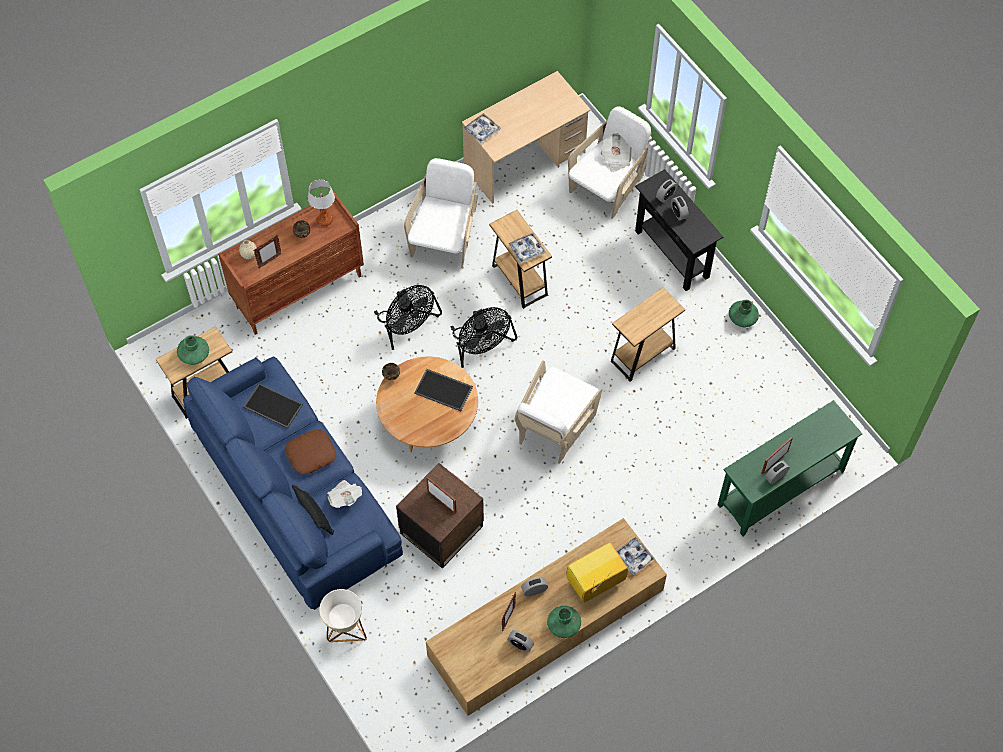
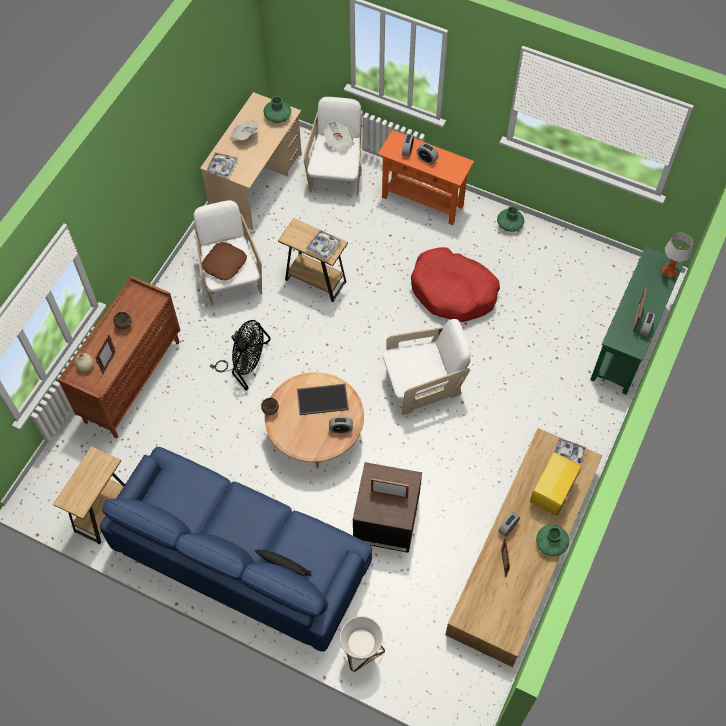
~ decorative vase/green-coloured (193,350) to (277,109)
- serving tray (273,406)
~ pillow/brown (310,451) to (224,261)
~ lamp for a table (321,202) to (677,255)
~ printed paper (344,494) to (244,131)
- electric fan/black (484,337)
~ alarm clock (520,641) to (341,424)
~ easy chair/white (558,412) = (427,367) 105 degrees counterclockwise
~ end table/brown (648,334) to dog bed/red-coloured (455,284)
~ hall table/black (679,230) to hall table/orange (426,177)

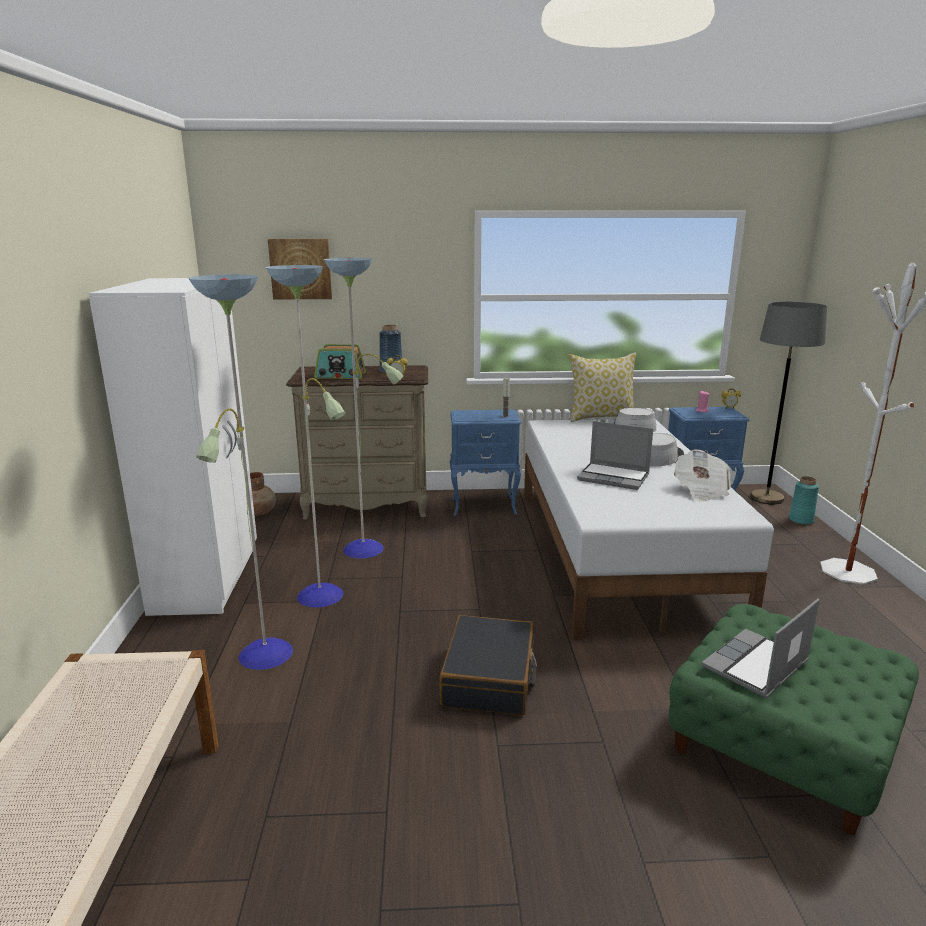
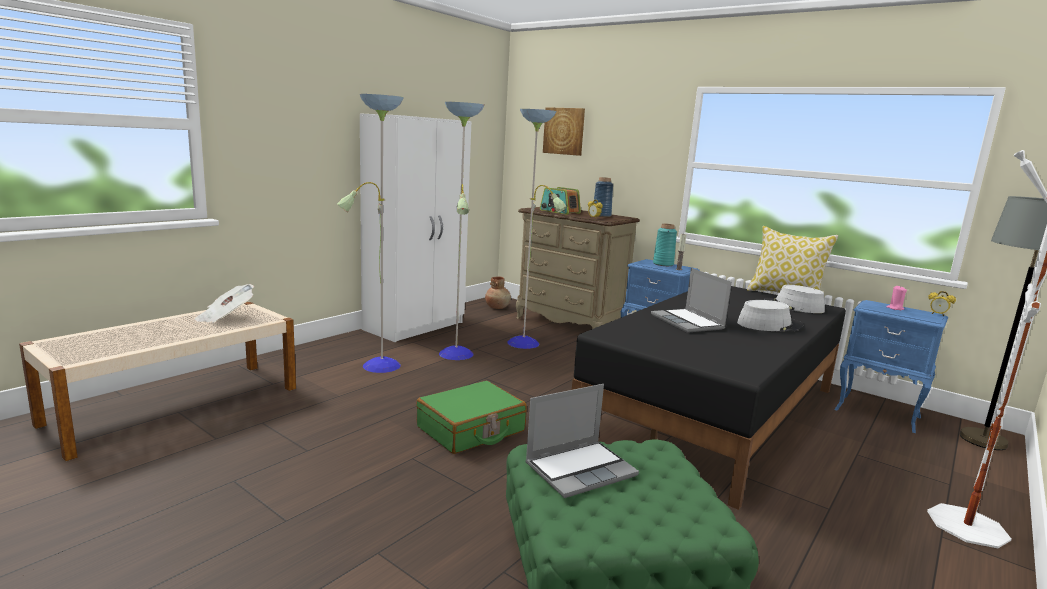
~ piece of luggage/black (488,665) to piece of luggage/green-coloured (471,417)
~ sleeping bed/white (649,529) to sleeping bed/black (709,398)
~ printed paper (702,475) to (224,303)
~ notebook computer (760,648) = (582,441) 150 degrees clockwise
~ decorative vase/blue-green (804,500) to (665,245)

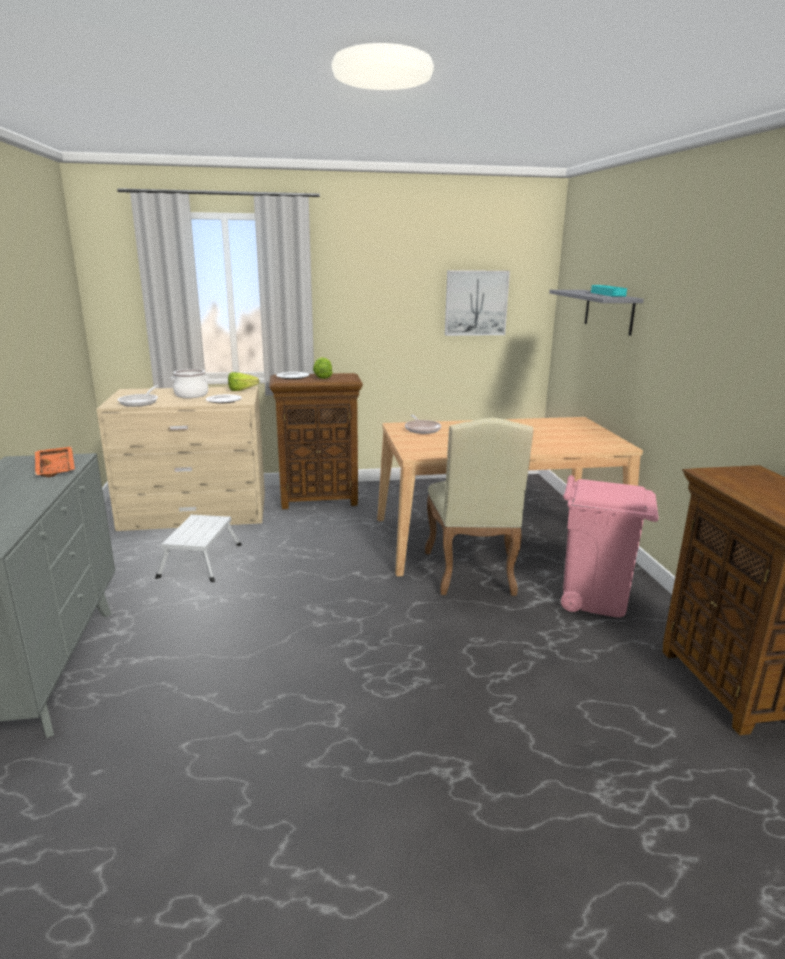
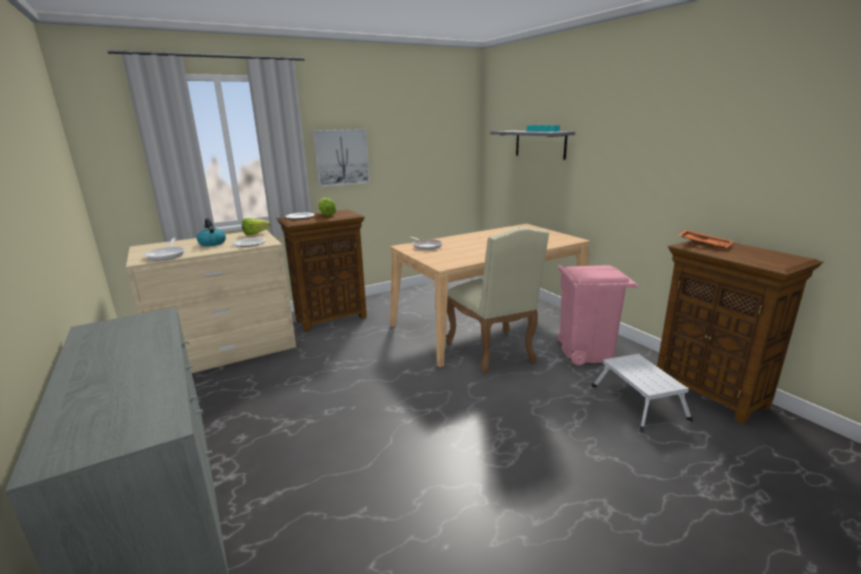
~ serving tray/orange (55,462) to (706,239)
~ stepladder/white (198,549) to (642,393)
~ cooking pot (189,383) to kettle (211,232)
~ wall picture (477,303) to (341,158)

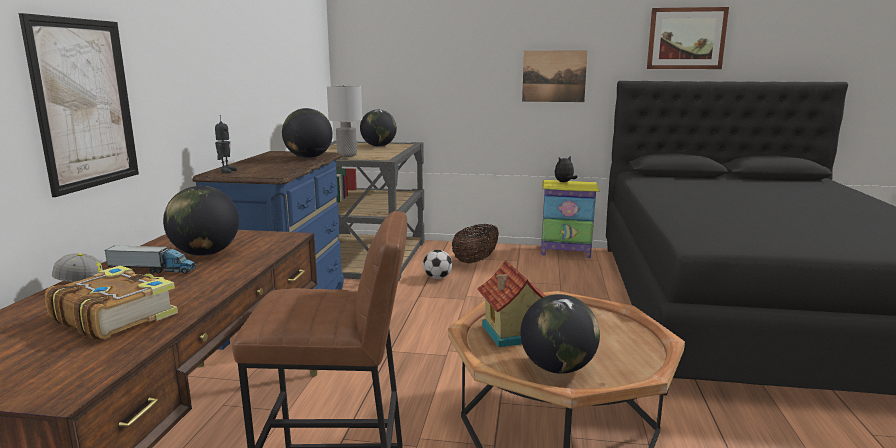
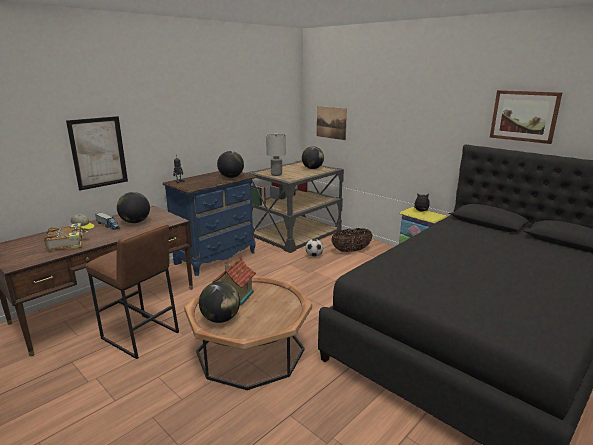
~ wall picture (554,76) to (332,123)

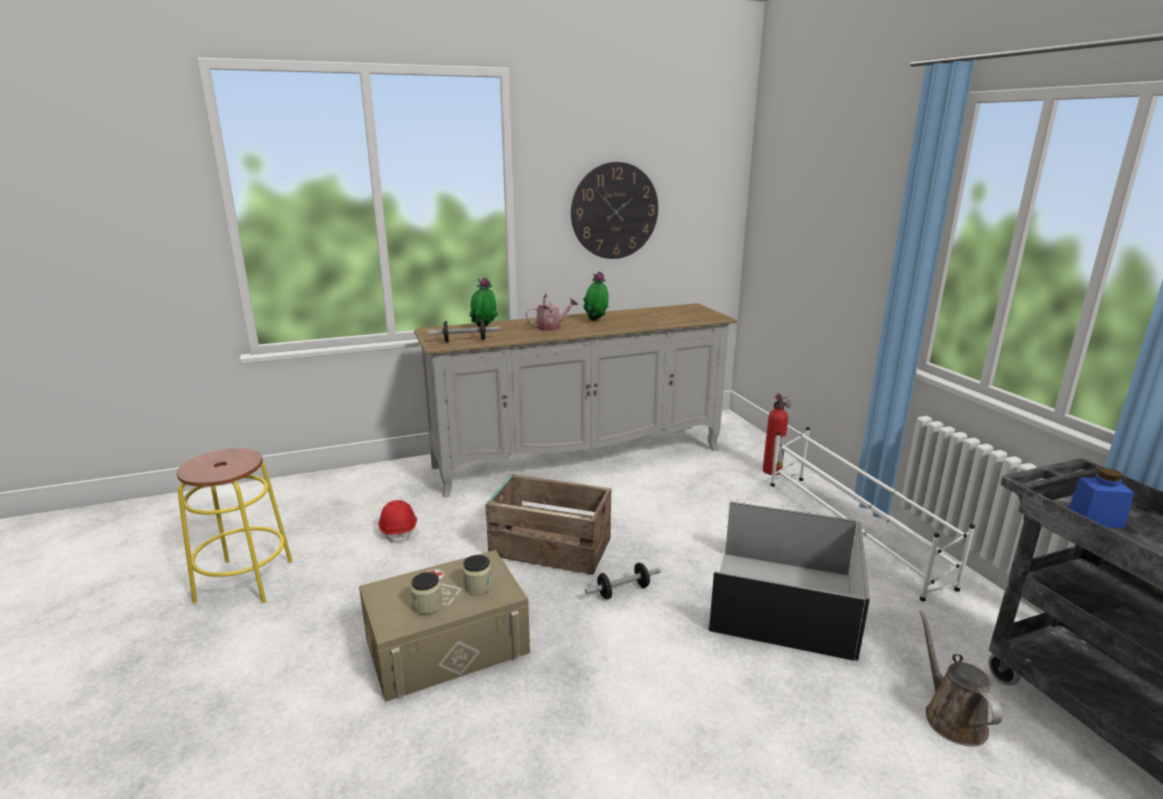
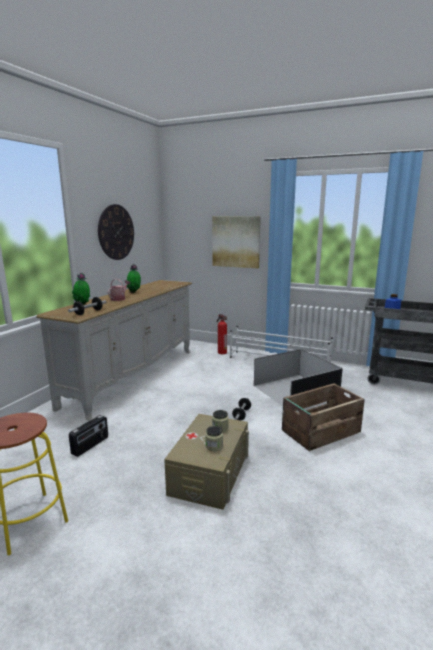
~ safety helmet/red-coloured (397,522) to radio (88,436)
~ packing crate (548,524) to (323,417)
- watering pot/brown (961,678)
+ wall picture (236,242)

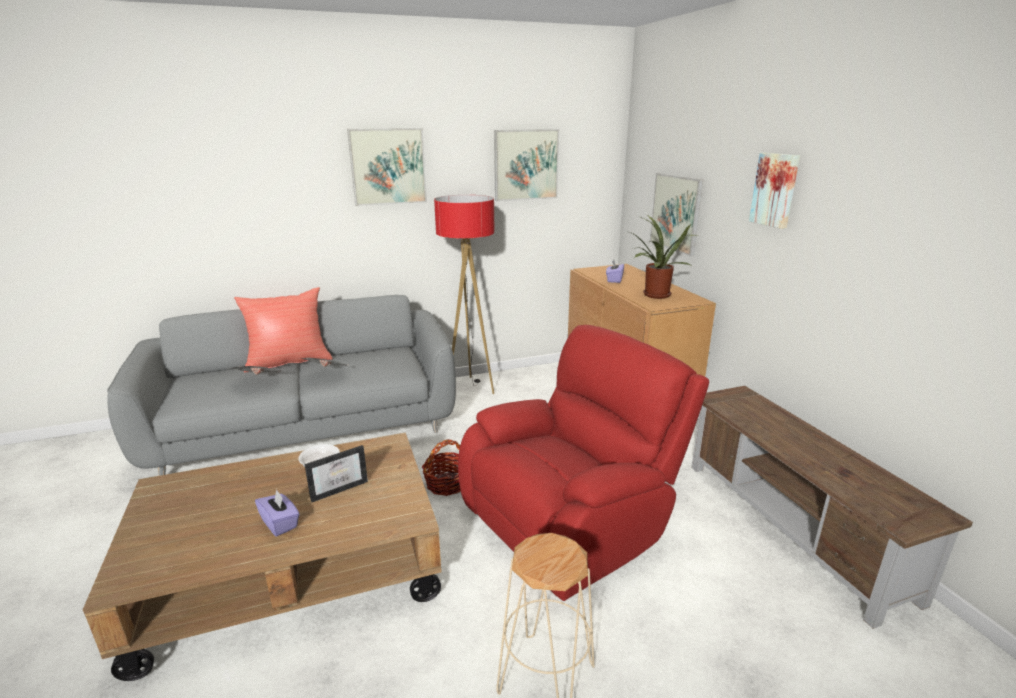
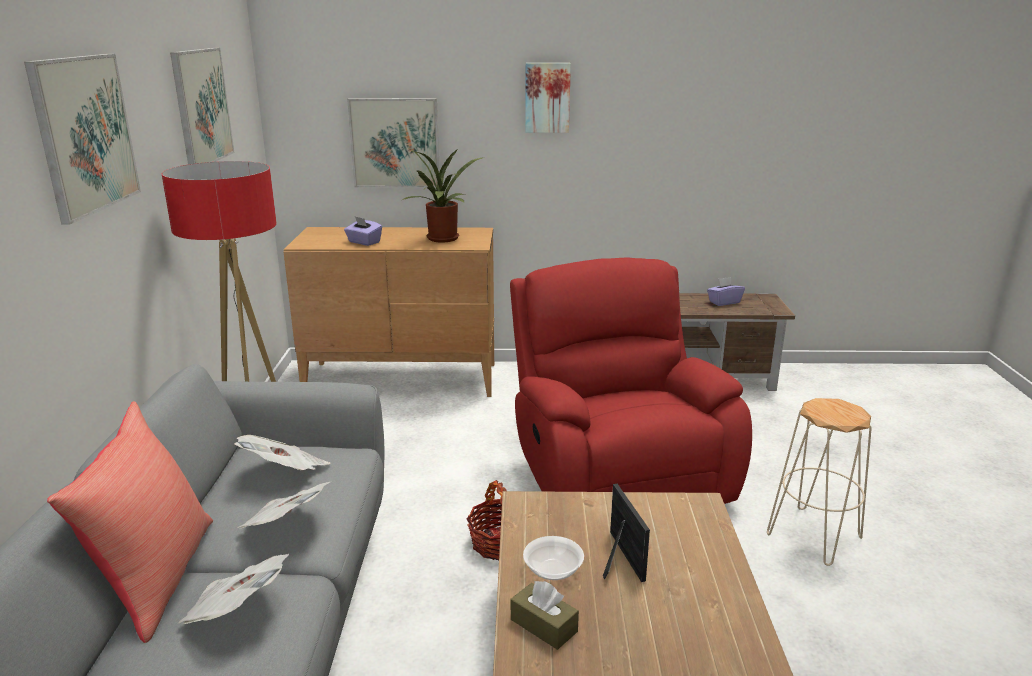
~ tissue holder/purple-coloured (277,513) to (726,291)
+ printed paper (282,453)
+ tissue holder/brown (545,615)

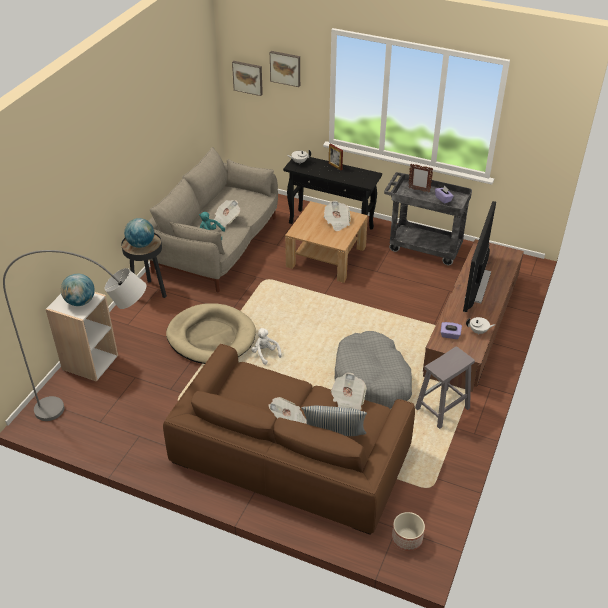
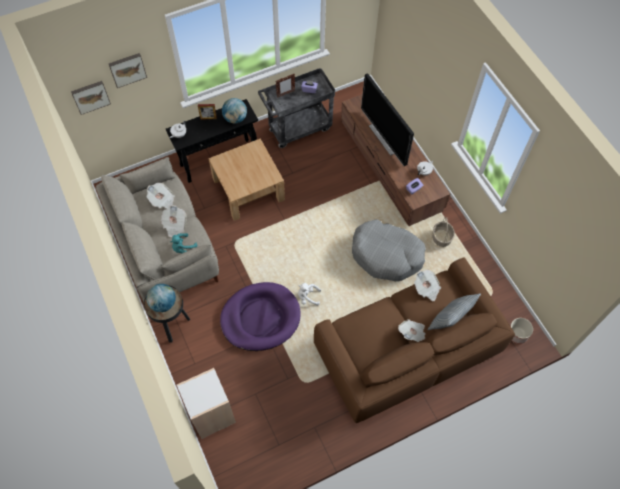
- standing lamp/grey (74,335)
~ globe (78,290) to (234,111)
~ dog bed/beige-coloured (211,333) to dog bed/purple-coloured (260,316)
~ printed paper (337,216) to (160,196)
~ stool/grey (445,387) to basket (443,232)

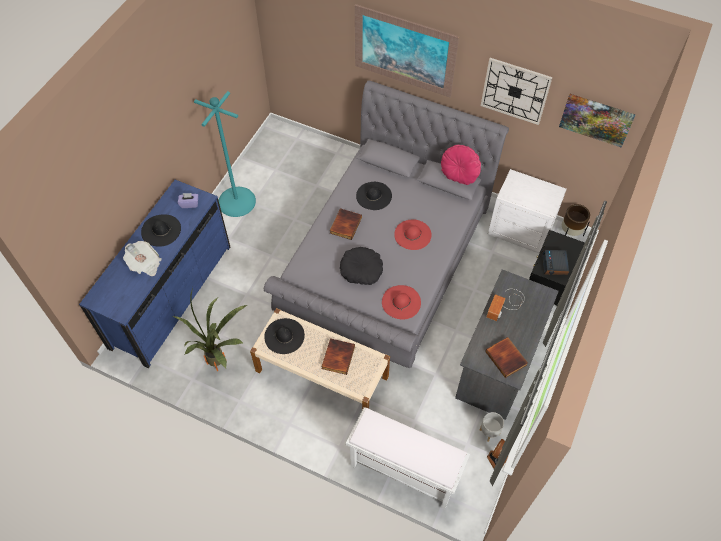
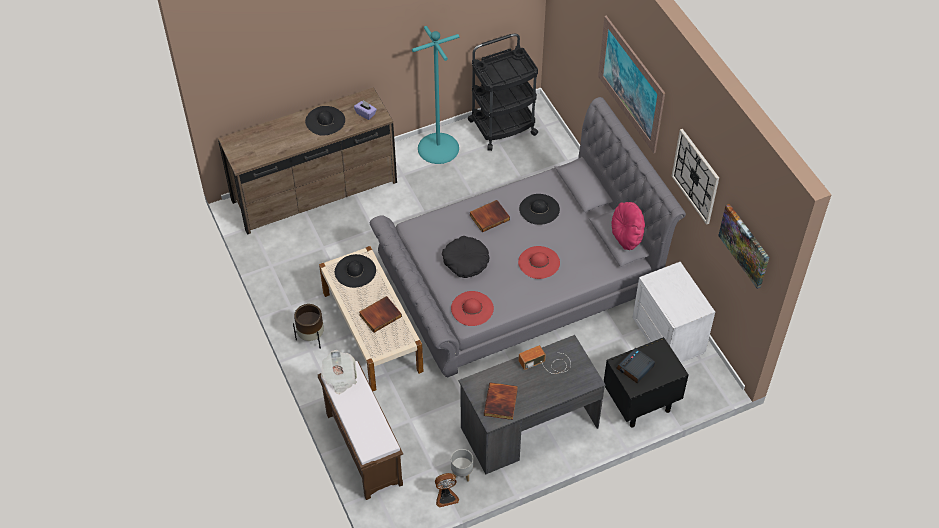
~ chest of drawers/blue-coloured (154,274) to chest of drawers/brown (307,161)
~ printed paper (142,258) to (339,372)
- potted plant (210,329)
~ long seat/white (407,458) to long seat/brown (360,430)
~ planter/brown (576,220) to (308,326)
+ trolley/black (503,92)

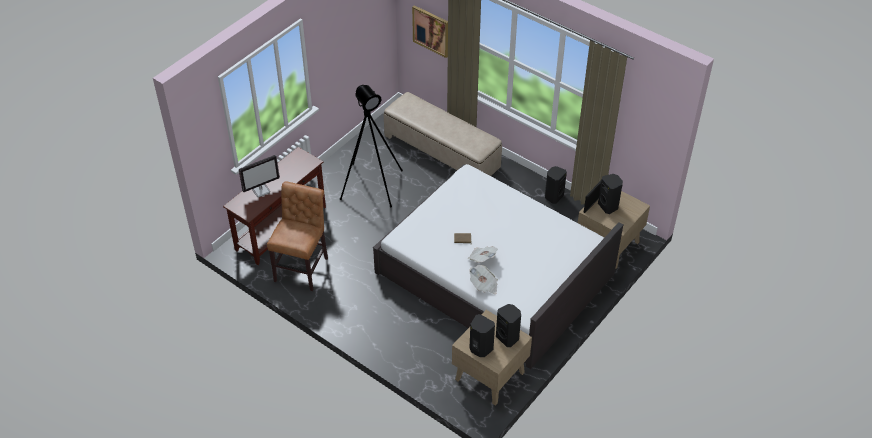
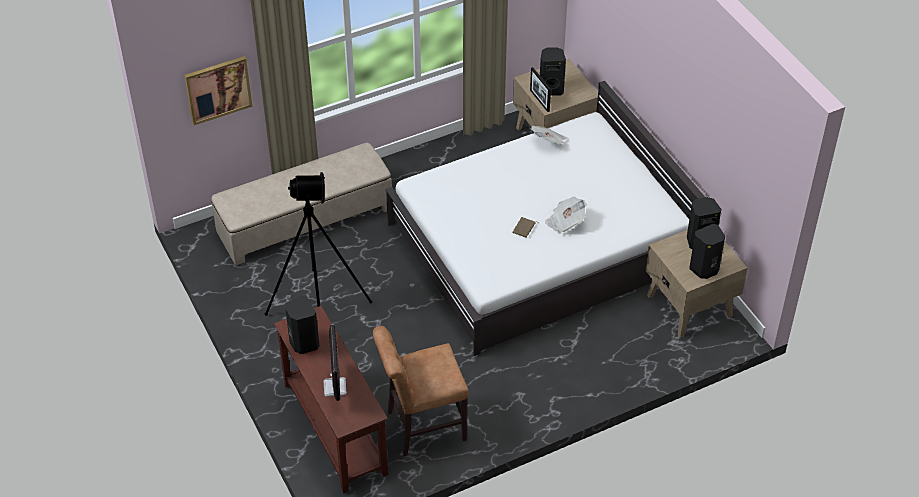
~ chair/brown (297,236) = (421,391) 60 degrees counterclockwise
~ printed paper (483,279) to (548,135)
~ audio speaker/black (556,185) to (302,325)

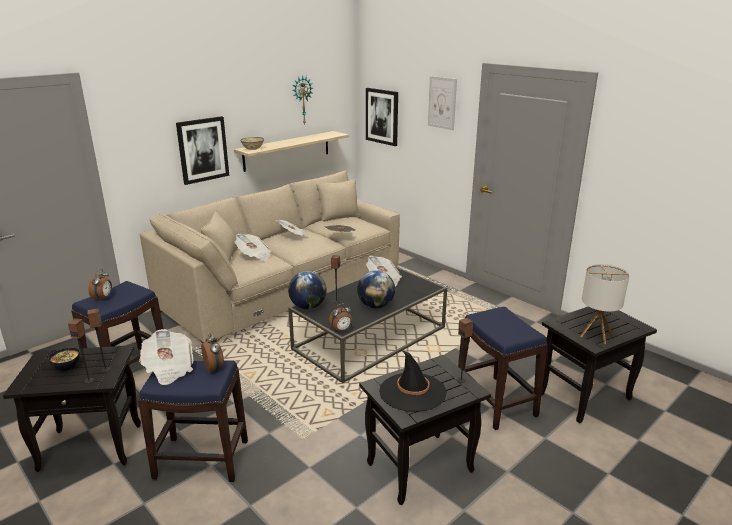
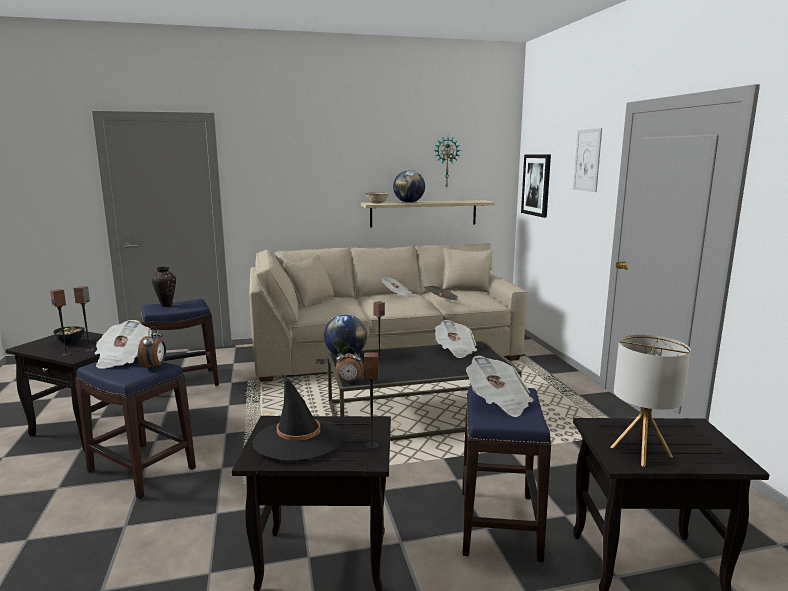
~ alarm clock (100,285) to decorative vase (164,287)
- wall picture (202,150)
~ printed paper (253,247) to (499,386)
~ globe (376,289) to (409,186)

